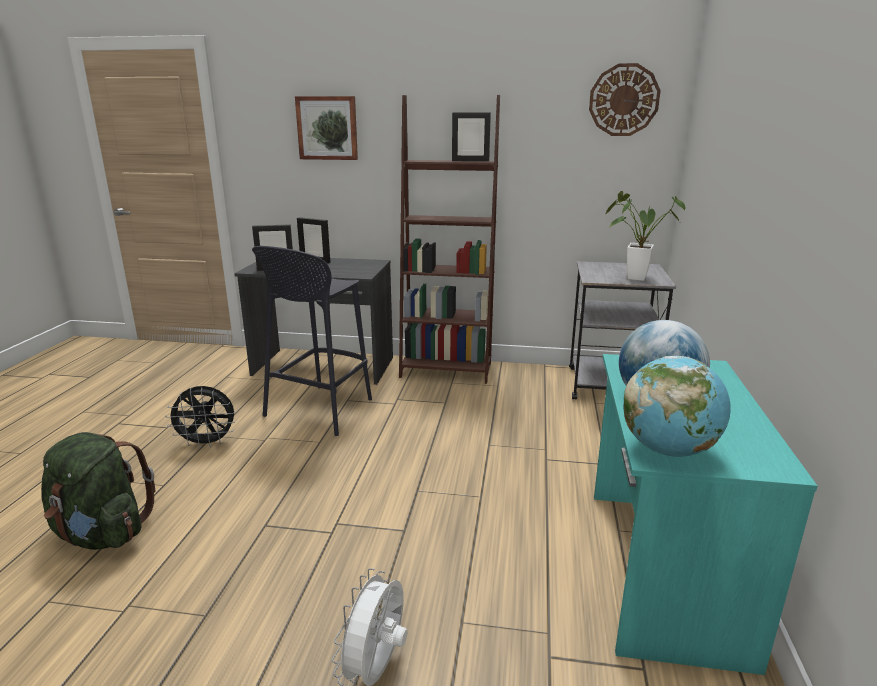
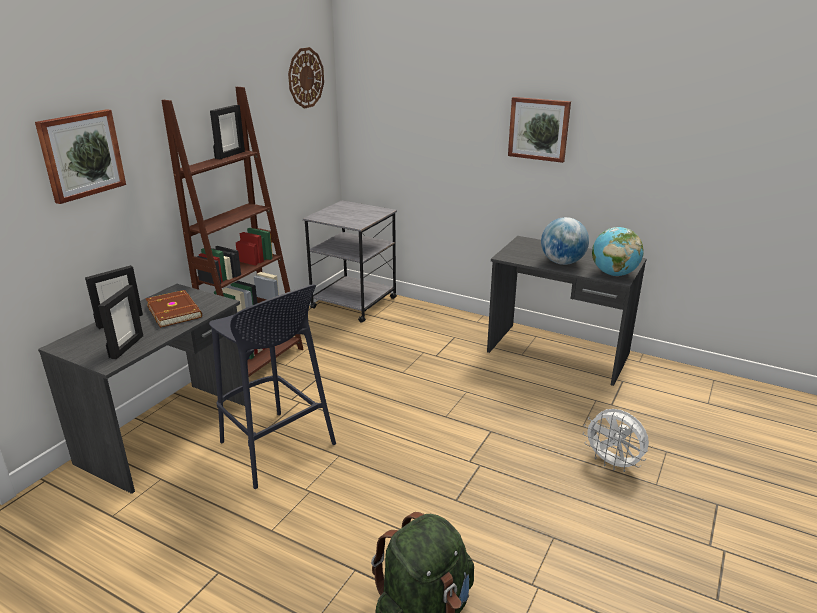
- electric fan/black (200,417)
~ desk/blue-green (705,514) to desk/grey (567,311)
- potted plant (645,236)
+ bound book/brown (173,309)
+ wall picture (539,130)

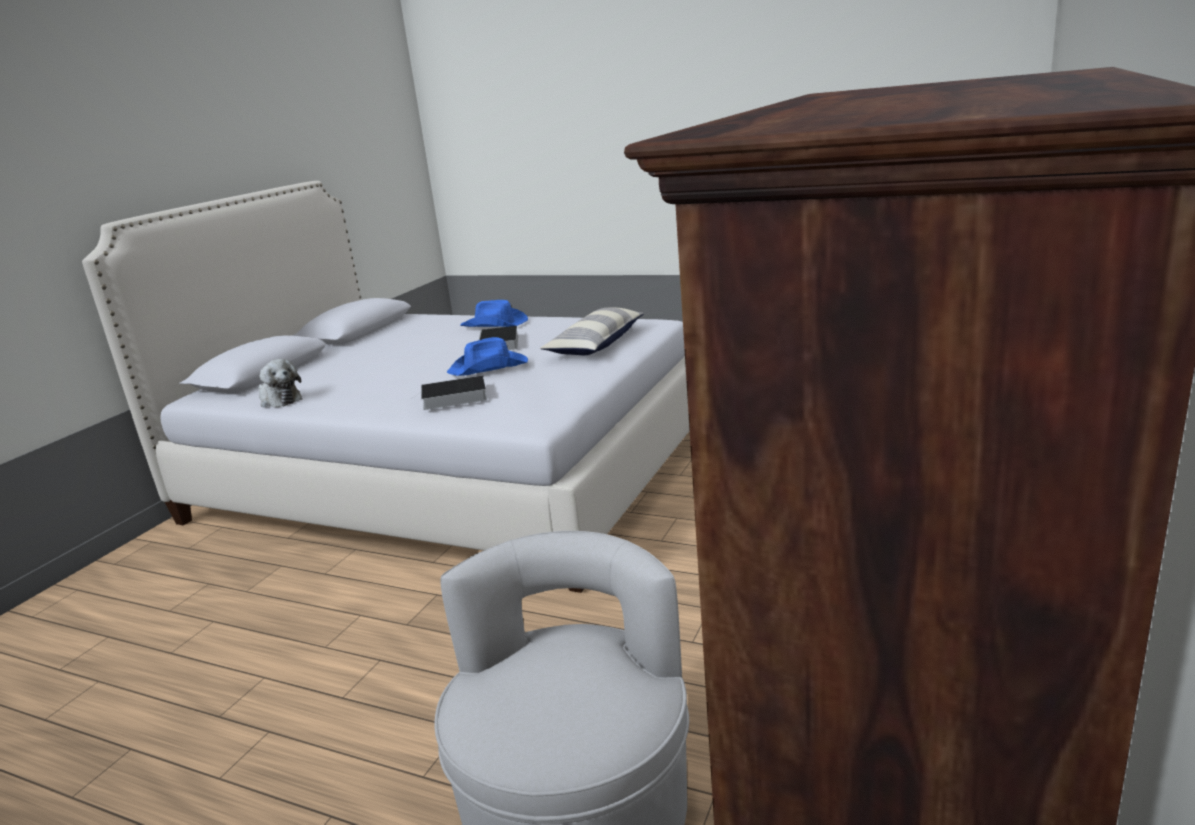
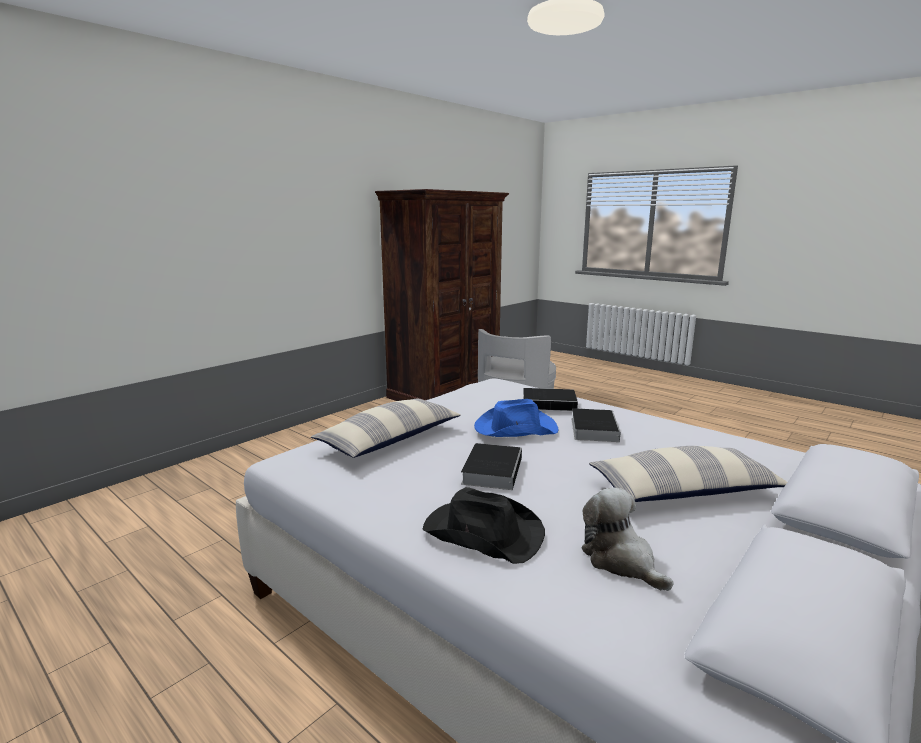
~ soft toy (280,383) to (628,539)
~ wearable hat/blue-coloured (494,313) to wearable hat/black (483,525)
+ bound book (596,425)
+ pillow (688,474)

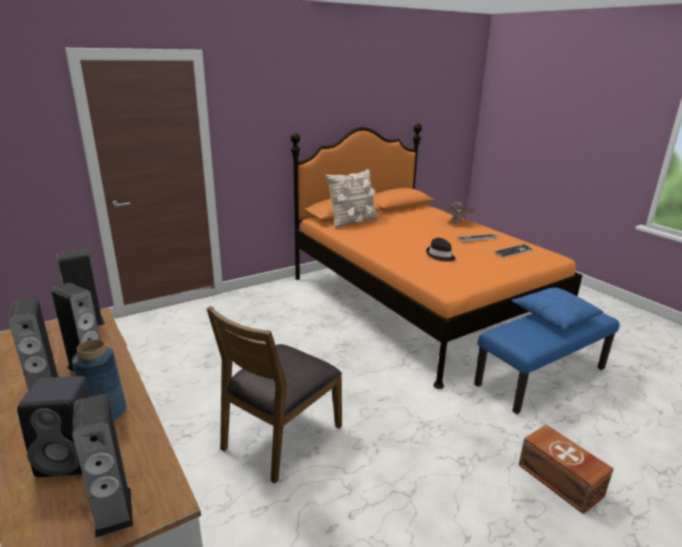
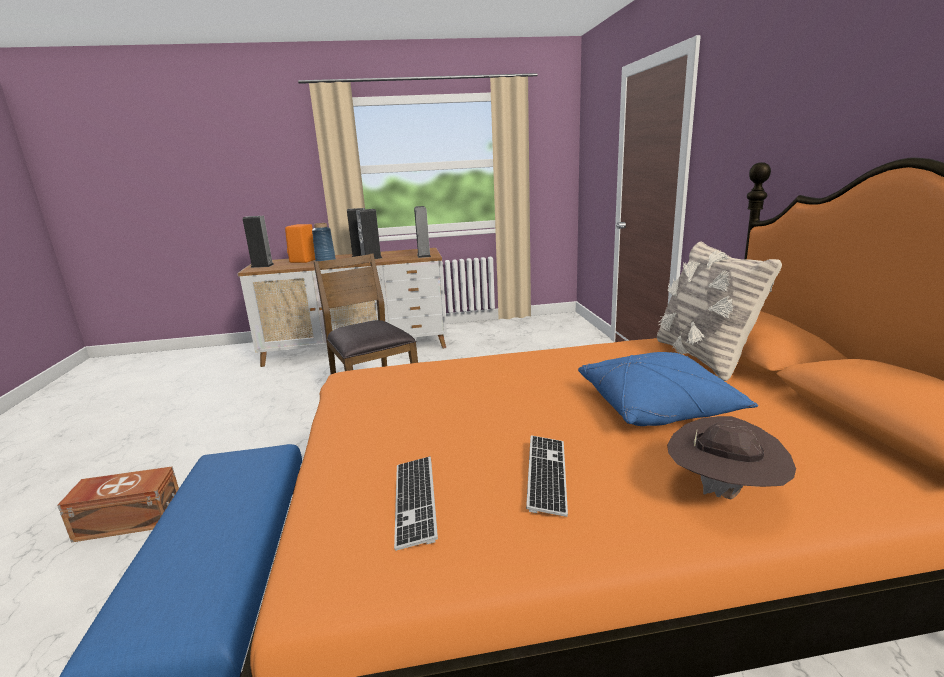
~ audio speaker/black (54,426) to audio speaker/orange (300,243)
- wearable hat/black (440,250)
~ pillow/blue-coloured (557,308) to (668,389)

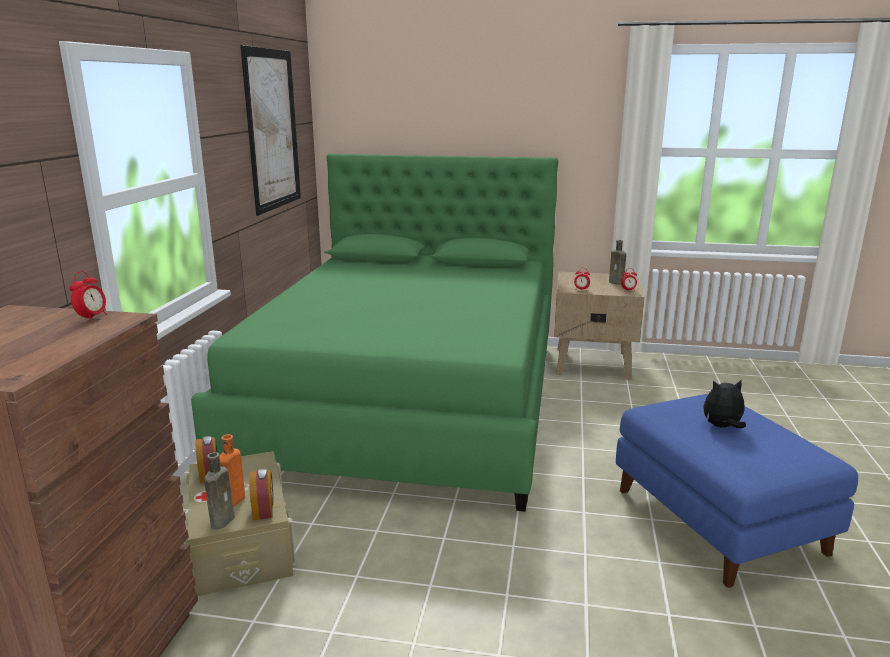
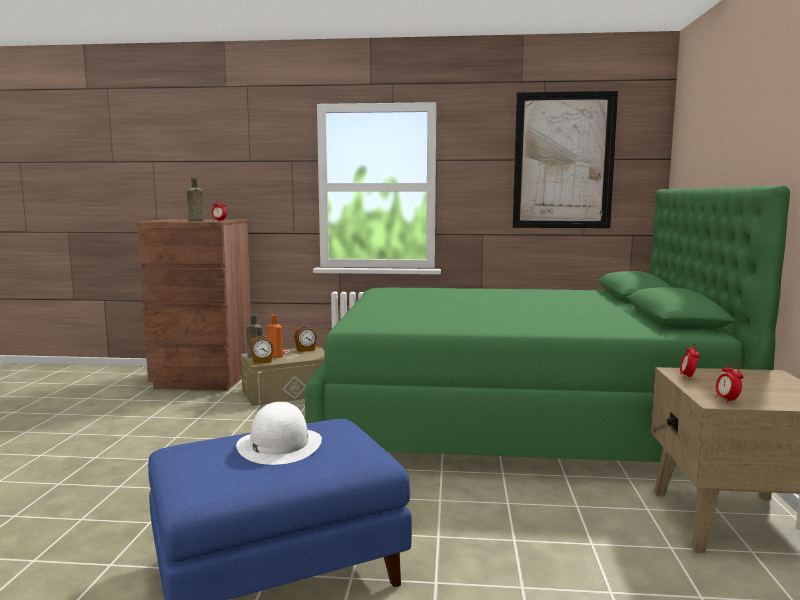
~ bottle/brown (617,262) to (195,199)
~ soft toy (724,403) to wearable hat/white (279,433)

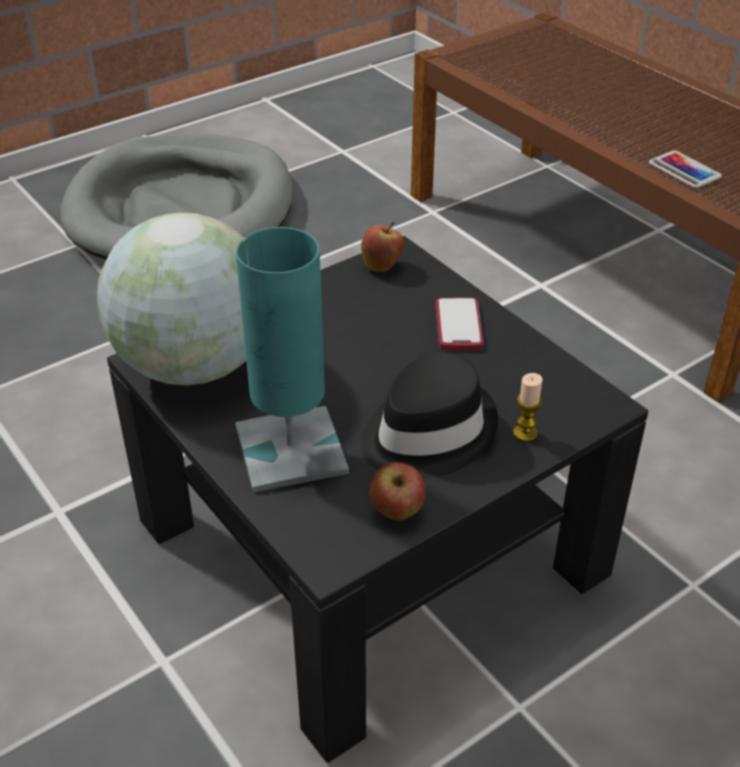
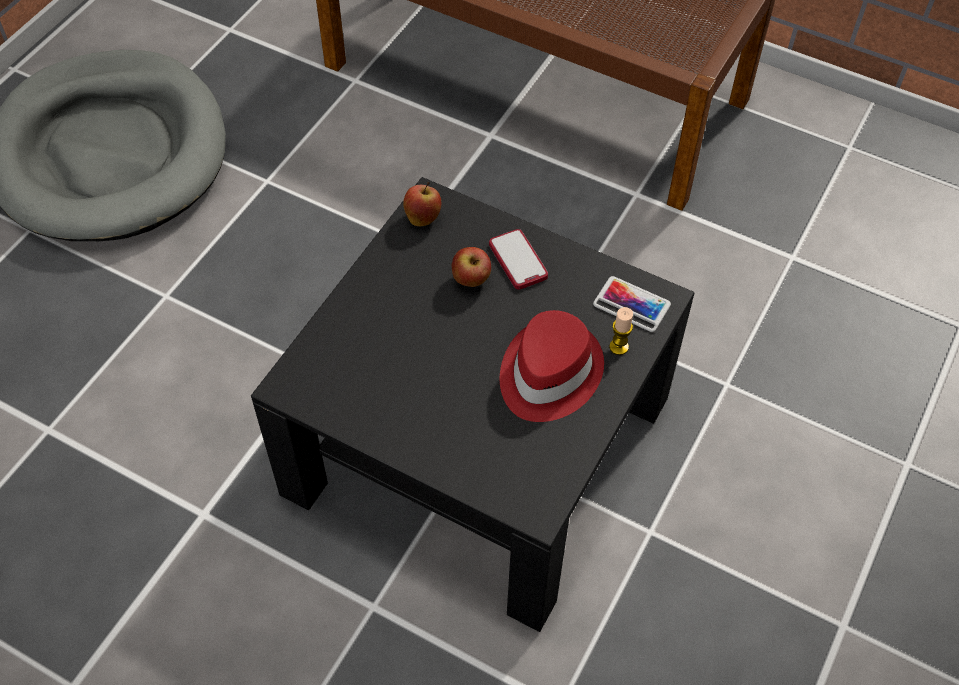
- globe (171,299)
- lamp for a table/blue-green (292,359)
~ wearable hat/black (429,415) to wearable hat/red-coloured (552,366)
~ apple (397,491) to (471,267)
~ handset (685,169) to (632,304)

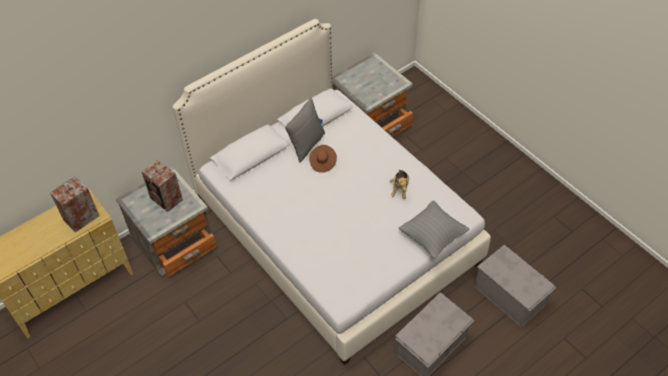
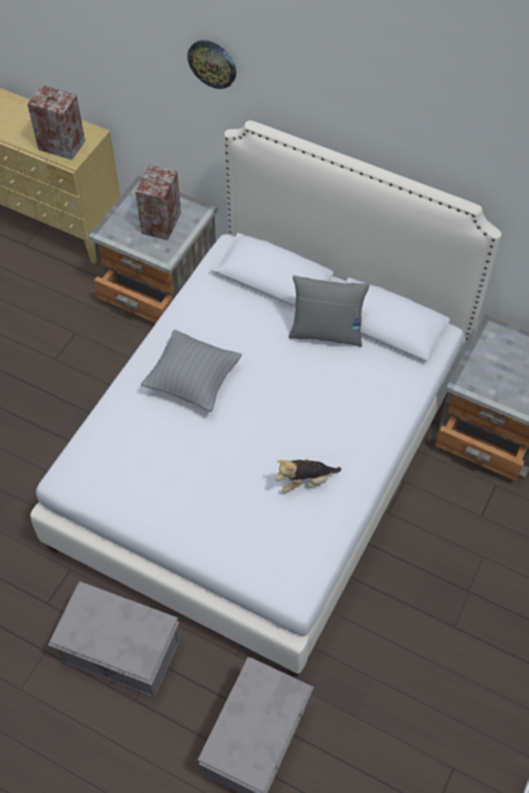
- wearable hat/brown (323,159)
~ pillow/grey (434,229) to (191,370)
+ hanging clock (211,64)

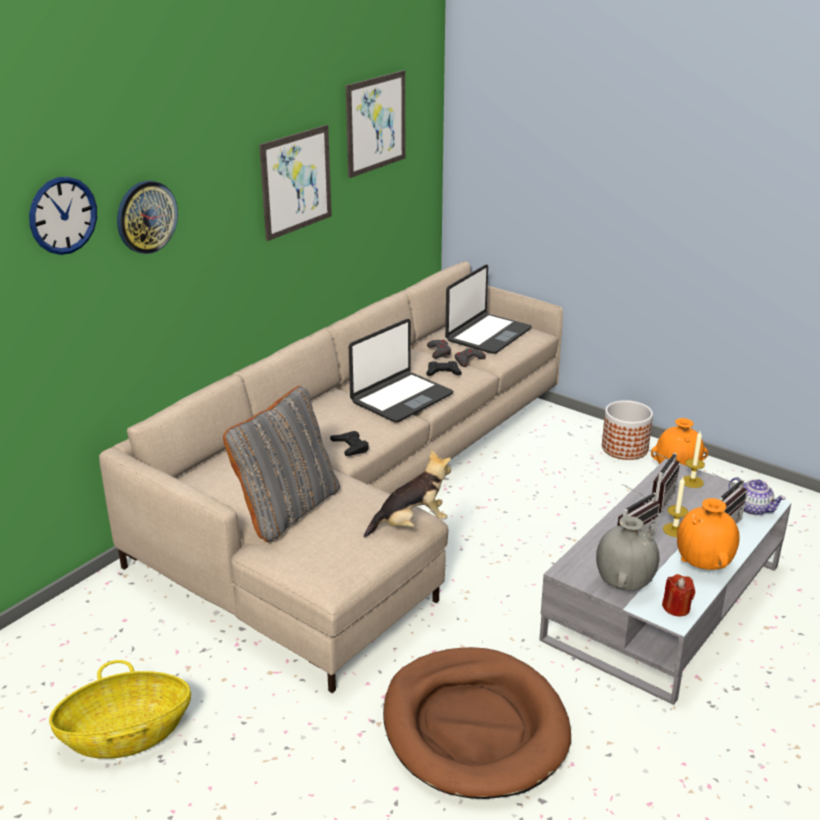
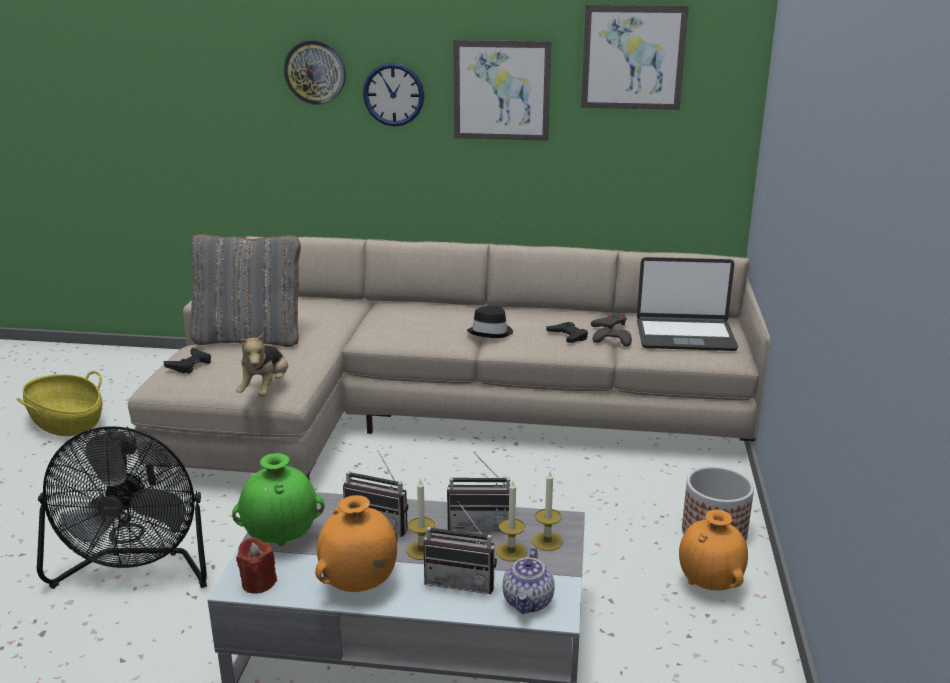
~ hanging clock (63,216) to (393,95)
~ game controller/black (349,443) to (187,360)
~ notebook computer (401,370) to wearable hat/black (490,322)
~ soft toy (407,493) = (262,365) 60 degrees clockwise
~ dog bed/brown (477,723) to electric fan/black (122,507)
~ decorative vase/grey (627,553) to decorative vase/green-coloured (278,499)
+ wax light (511,521)

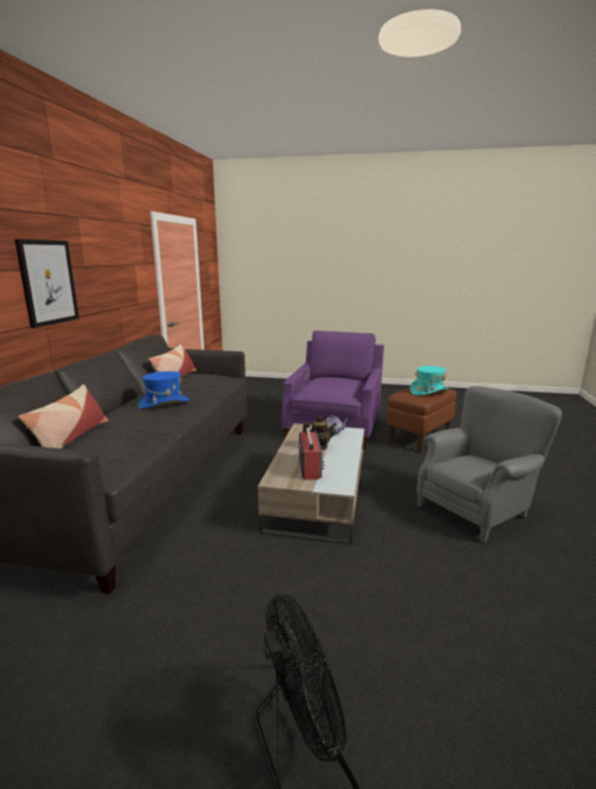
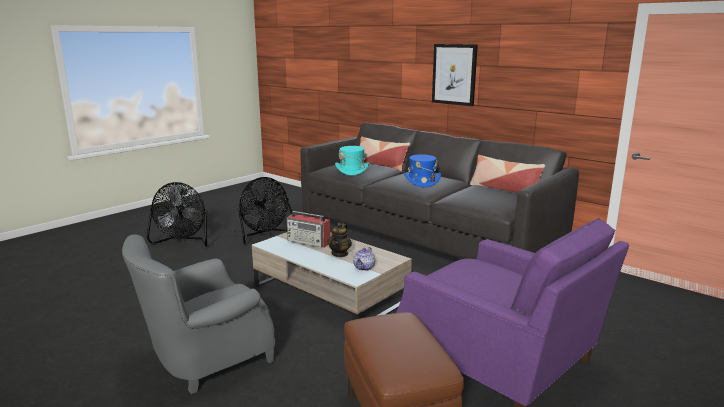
~ wearable hat/blue-green (429,380) to (352,161)
~ easy chair/grey (489,464) = (198,314) 60 degrees clockwise
+ electric fan/black (263,211)

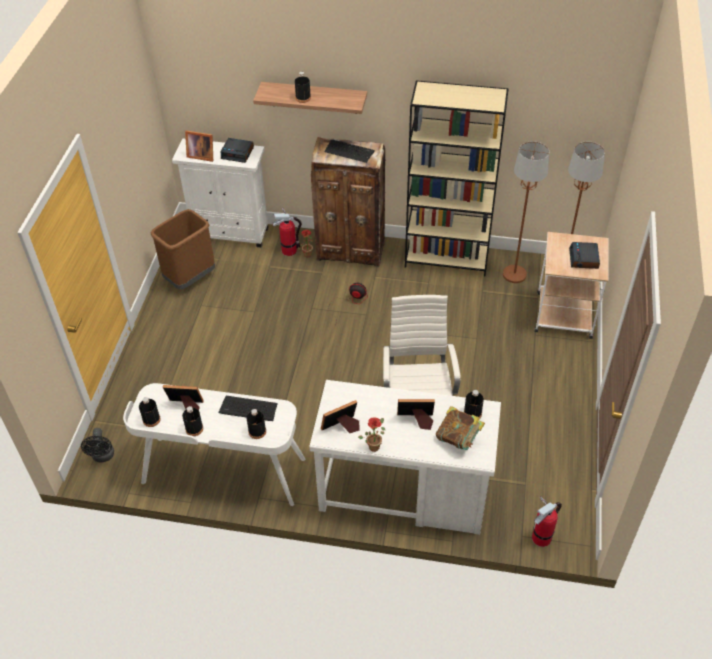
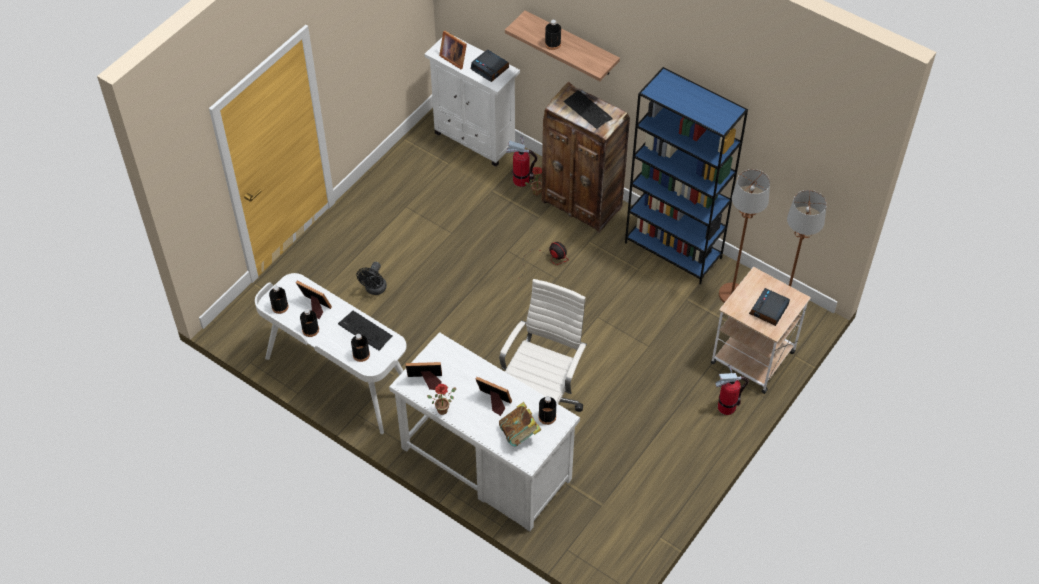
~ electric fan/black (97,445) to (372,278)
- trash can/brown (183,249)
~ shelving unit/beige-coloured (457,178) to shelving unit/blue-coloured (686,176)
~ fire-fighting cylinder (547,522) to (732,390)

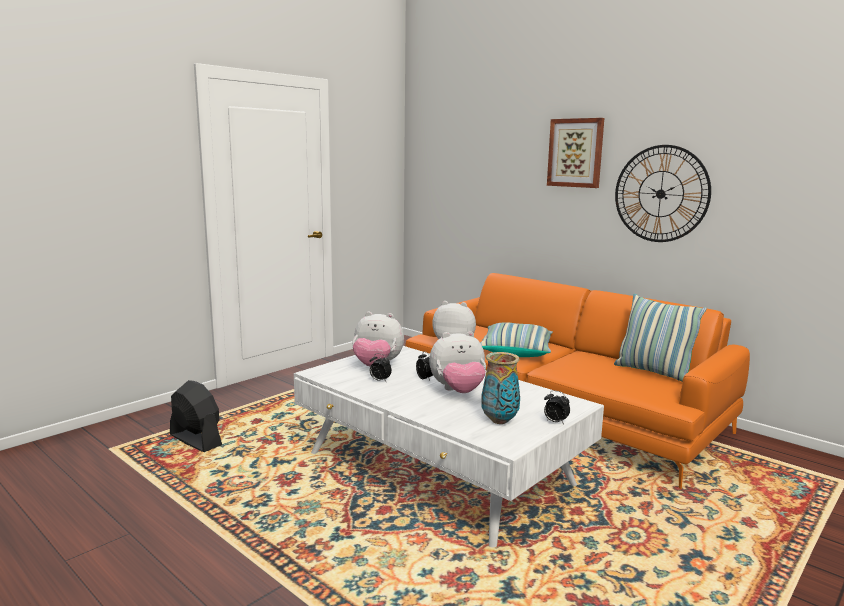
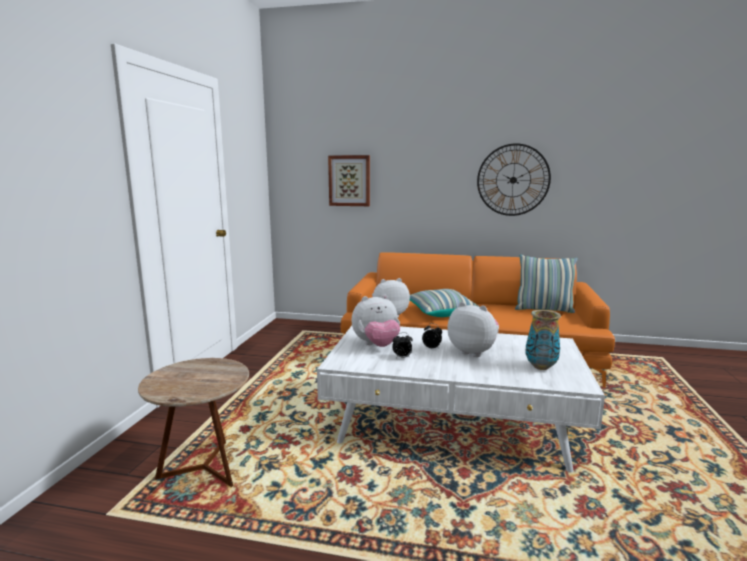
~ electric fan/black (196,416) to end table/brown (193,422)
~ soft toy (457,362) = (473,329) 105 degrees counterclockwise
- alarm clock (557,407)
~ wall picture (575,153) to (349,180)

